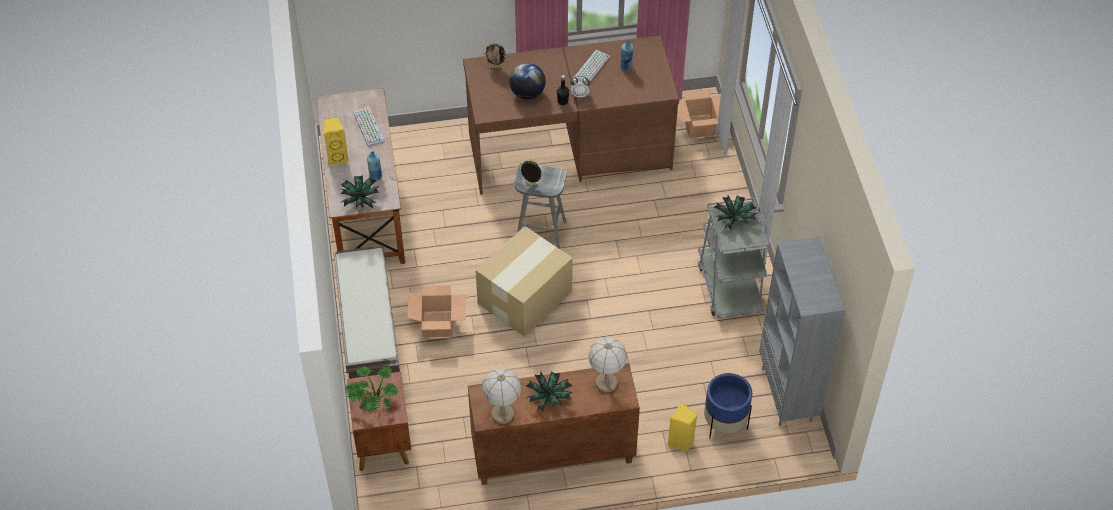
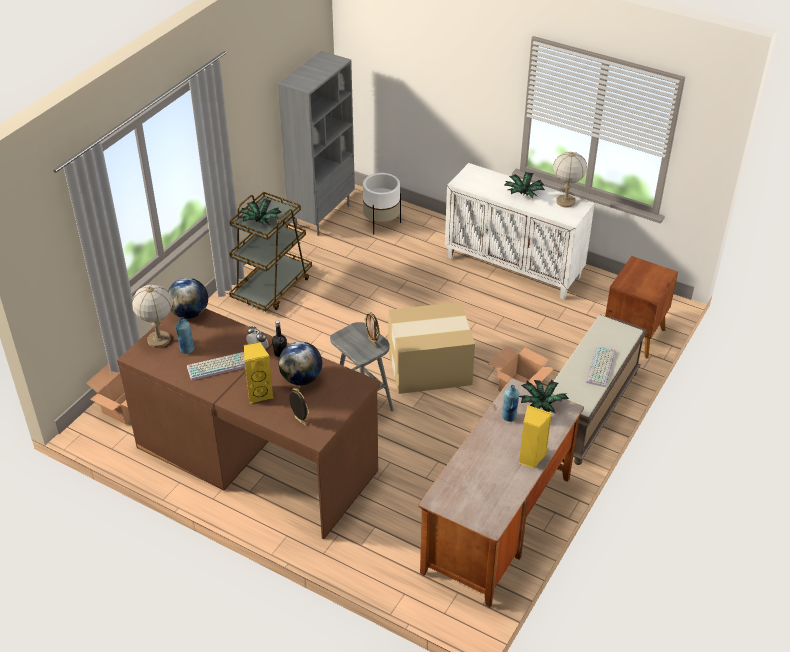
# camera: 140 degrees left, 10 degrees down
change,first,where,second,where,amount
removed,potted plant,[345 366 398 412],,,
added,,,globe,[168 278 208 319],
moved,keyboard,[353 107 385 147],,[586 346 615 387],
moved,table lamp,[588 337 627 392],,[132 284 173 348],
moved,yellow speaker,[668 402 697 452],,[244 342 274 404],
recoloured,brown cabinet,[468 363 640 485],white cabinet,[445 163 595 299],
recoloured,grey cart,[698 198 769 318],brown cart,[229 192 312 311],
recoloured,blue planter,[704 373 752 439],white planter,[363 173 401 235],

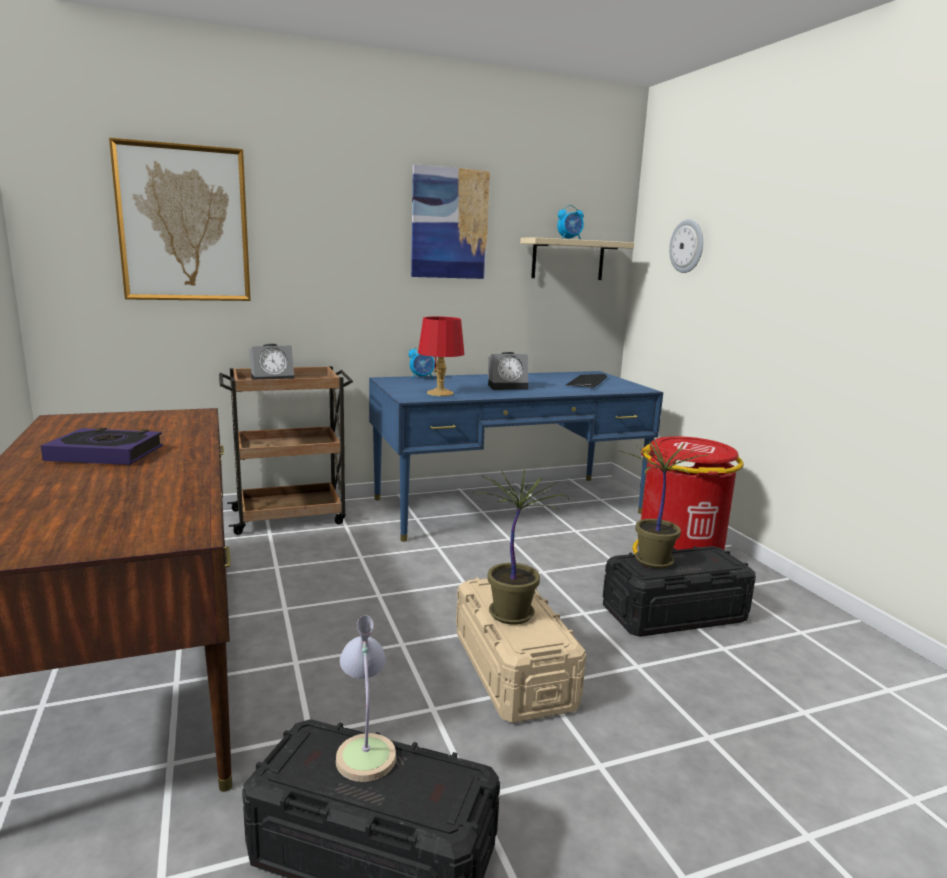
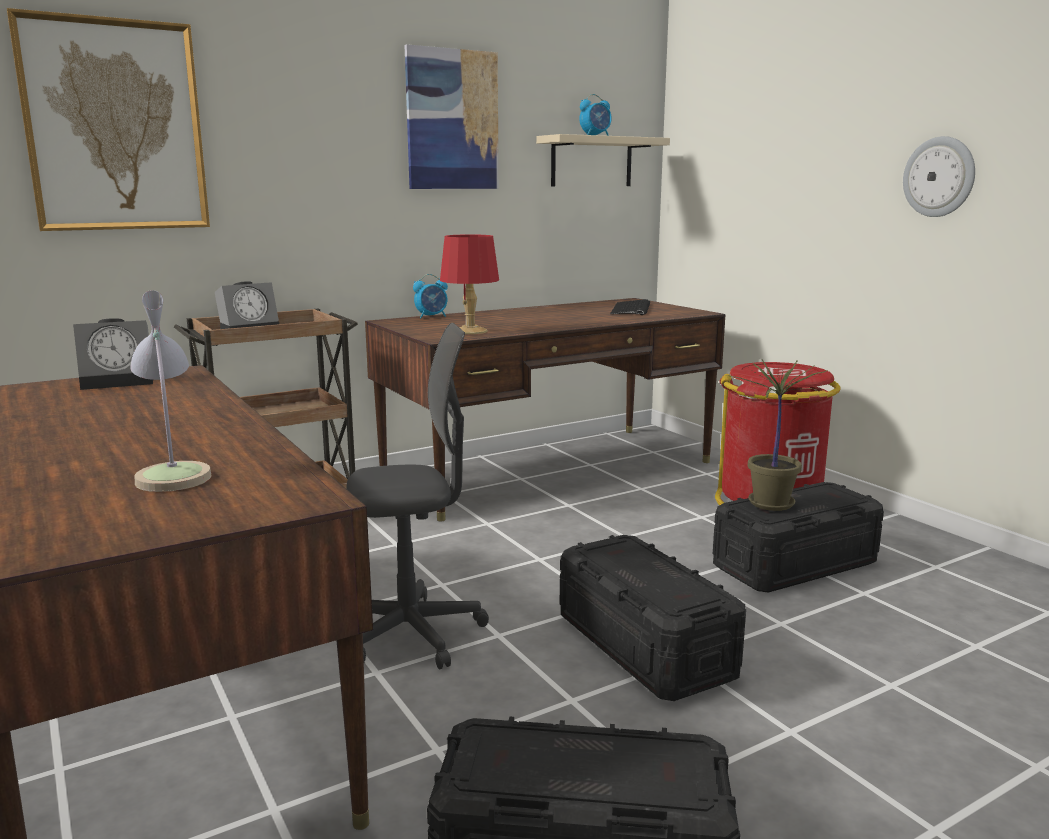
# camera: 10 degrees left, 0 degrees up
change,first,where,second,where,amount
removed,book,[41 428 163 465],,,
removed,potted plant,[473 470 569 625],,,
added,,,grey office chair,[346 323 489 669],
moved,table lamp,[336 615 396 782],,[130 290 211 492],
moved,alarm clock,[488 352 528 390],,[73 318 153 390],
moved,wall clock,[669 219 703 273],,[903 136 975 217],
recoloured,blue desk,[369 371 663 542],brown desk,[365 298 726 522],
recoloured,beige storage box,[456 577 586 723],black storage box,[560 535 746 701],

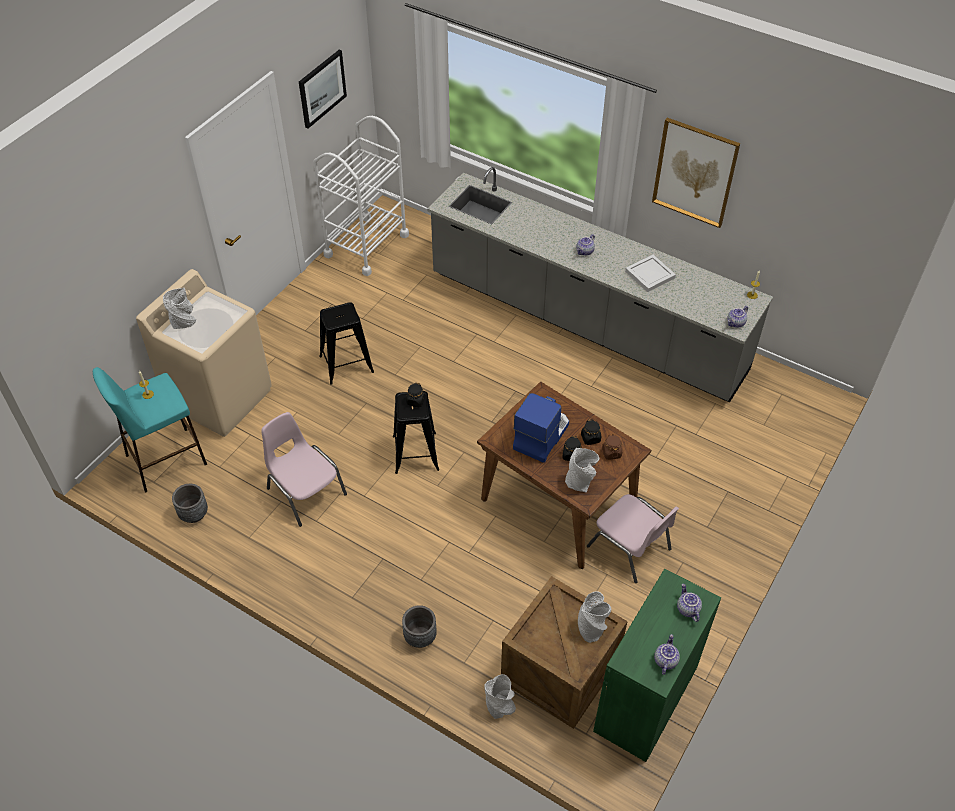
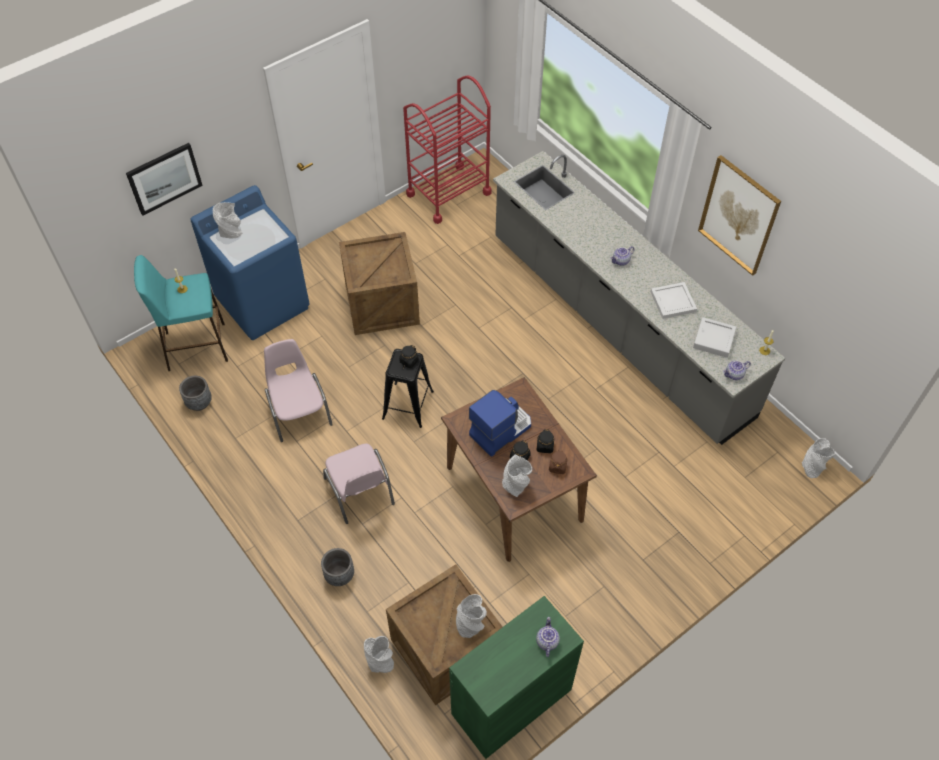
# camera: 20 degrees right, 5 degrees up
change,first,where,second,where,amount
removed,teapot,[654 634 680 675],,,
added,,,grey tray,[693 317 736 358],
added,,,grey vase,[802 438 835 478],
moved,picture,[299 50 347 129],,[126 143 203 215],
moved,pink chair,[587 494 679 583],,[323 444 395 524],
replaced,black stool,[319 302 374 385],crate,[339 232 420 335],
recoloured,beige washing machine,[136 269 272 437],blue washing machine,[190 185 310 340],
recoloured,white cart,[313 116 409 276],red cart,[403 75 492 224],

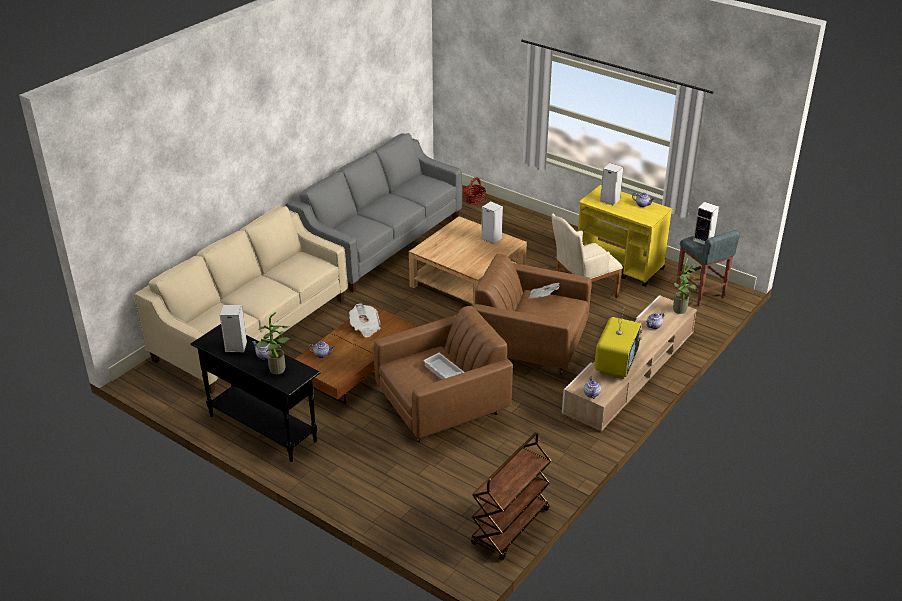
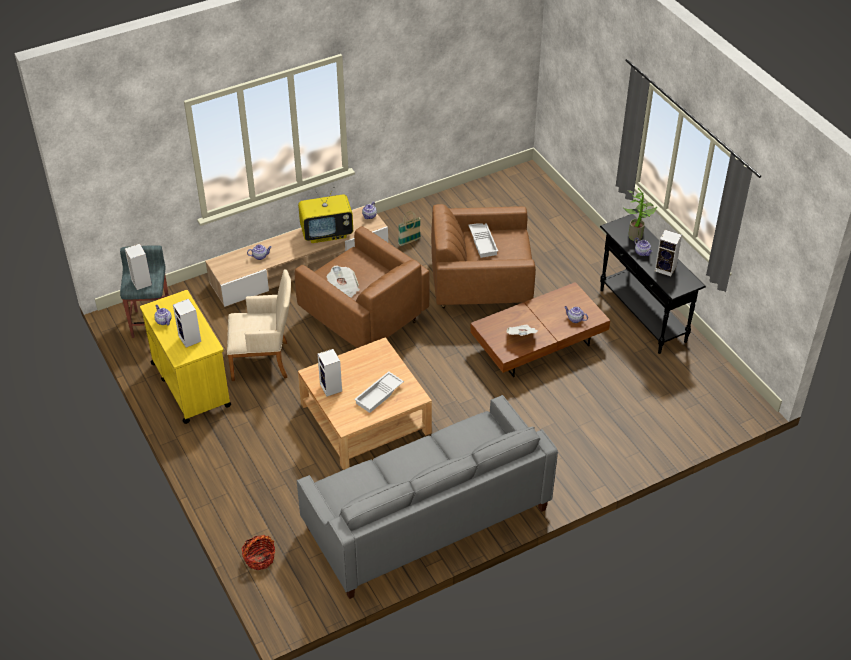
# camera: 155 degrees left, 10 degrees up
change,first,where,second,where,amount
removed,beige sofa,[134 206 348 394],,,
removed,brown cart,[471 432 551 560],,,
removed,potted plant,[673 258 697 314],,,
added,,,white tray,[354 371 404 413],
added,,,basket,[398 211 421 246],
turned,television,[594 307 642 379],,[298 187 353 243],150 degrees counterclockwise

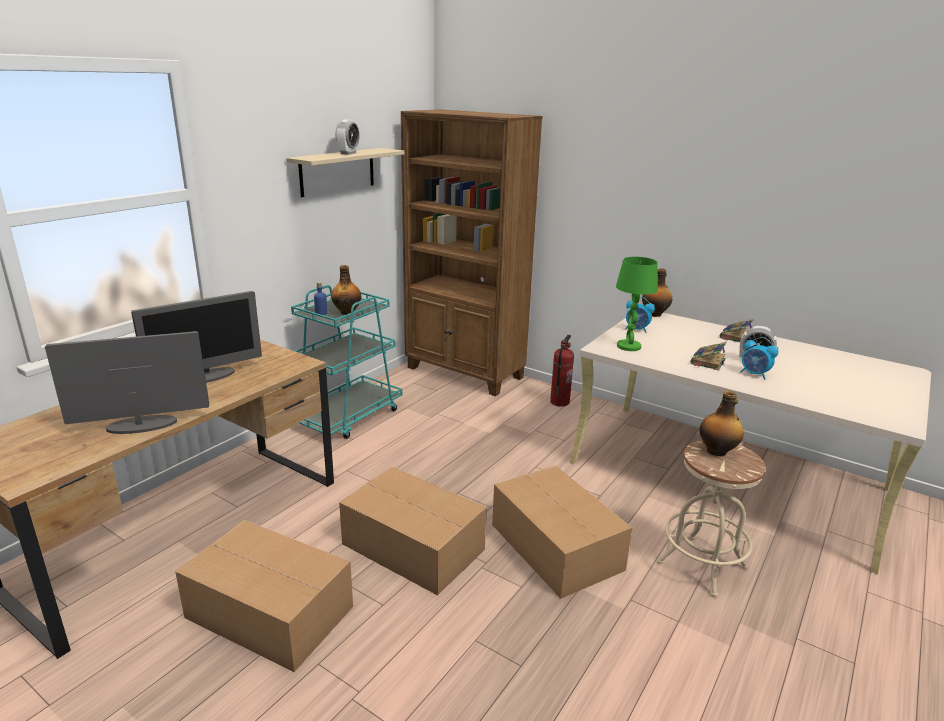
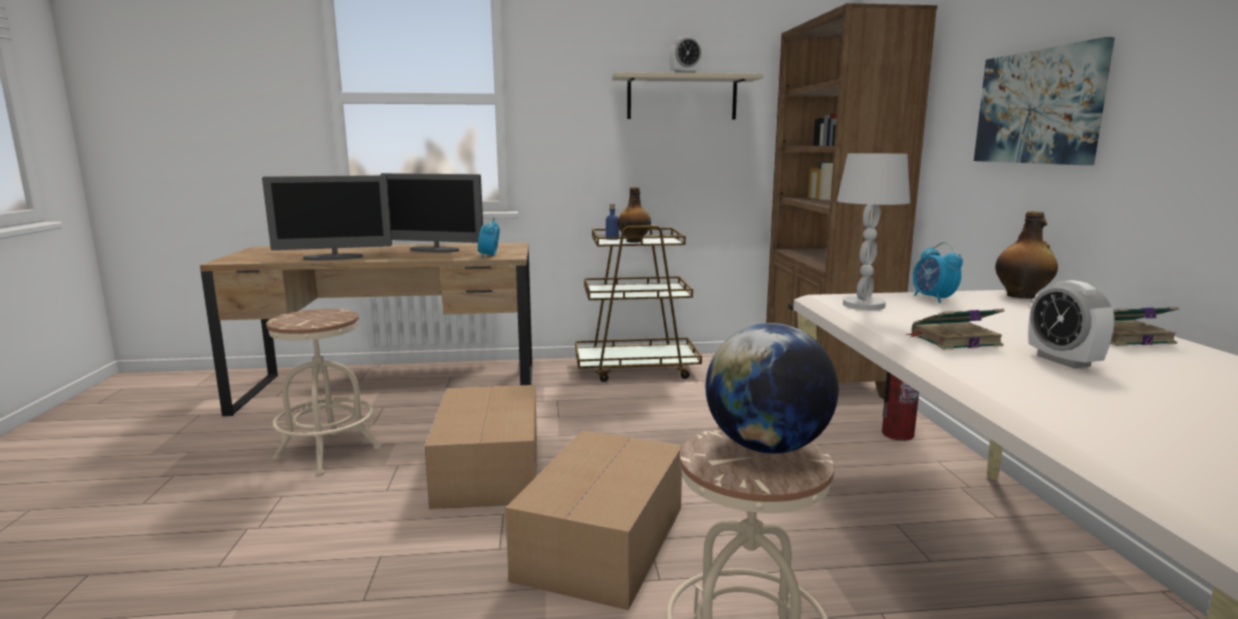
# camera: 50 degrees right, 10 degrees down
change,first,where,second,where,amount
added,,,picture,[974 37 1115 165],
moved,alarm clock,[740 337 778 379],,[478 217 499 258],
replaced,cardboard box,[175 520 353 672],beige stool,[266 309 381 476],
replaced,bottle,[699 391 744 456],globe,[706 323 838 454],
recoloured,turquoise cart,[291 285 402 439],brown cart,[575 225 702 382],
recoloured,green table lamp,[616 257 658 351],white table lamp,[837 153 910 310],
turned,monitor,[45 331 209 434],,[262 175 392 260],135 degrees clockwise

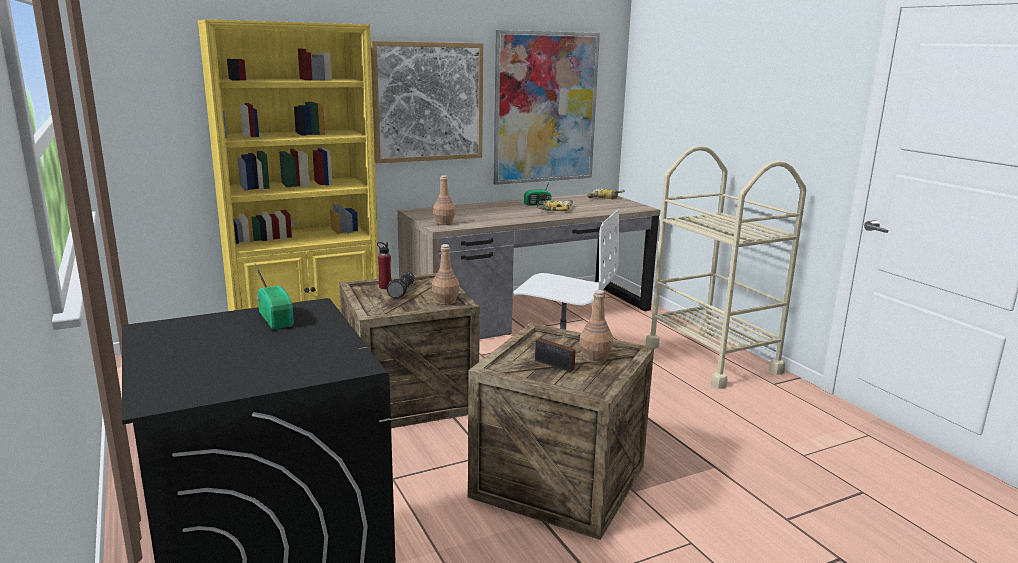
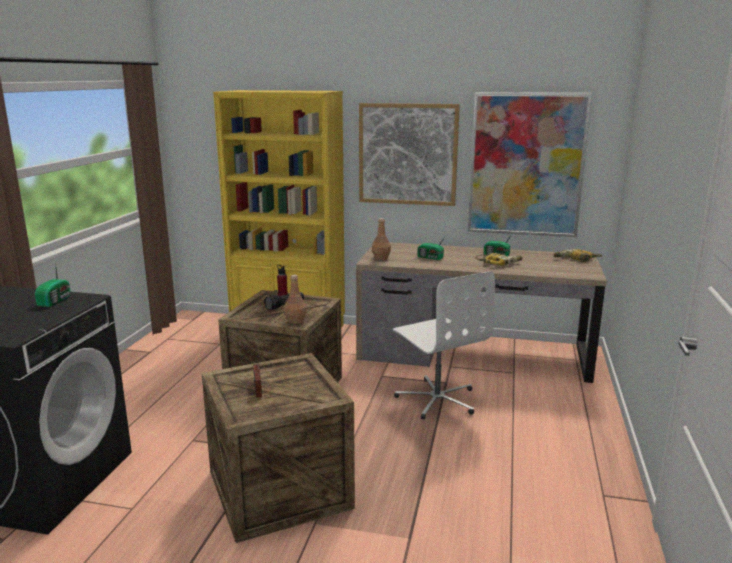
# camera: 40 degrees right, 0 degrees up
change,first,where,second,where,amount
removed,brown bottle,[579 290 613 363],,,
removed,beige cart,[645 146 807 389],,,
added,,,radio,[417 235 446 260],

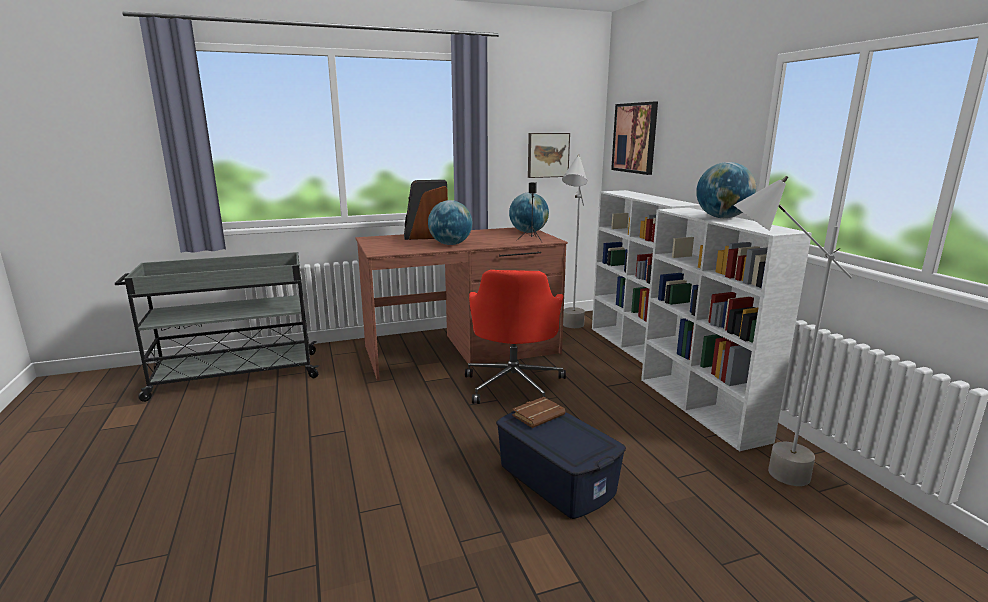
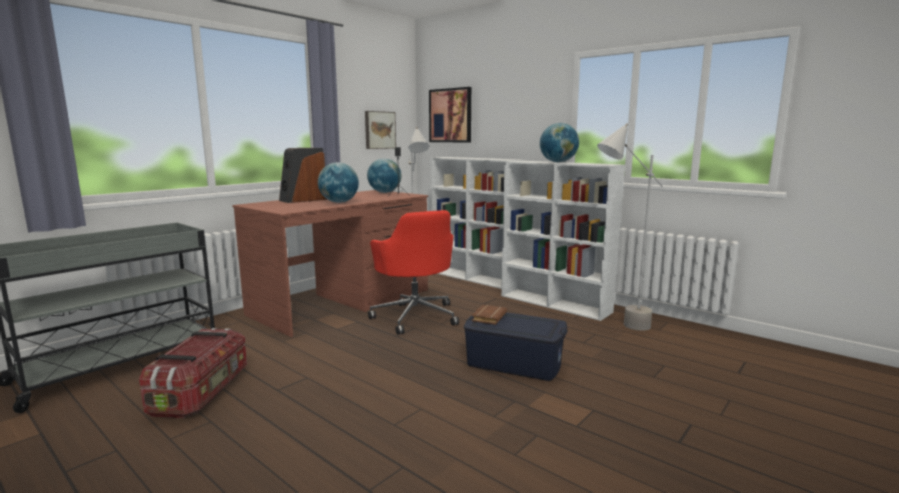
# camera: 30 degrees left, 5 degrees down
change,first,where,second,where,amount
added,,,storage box,[139 328 247 418],

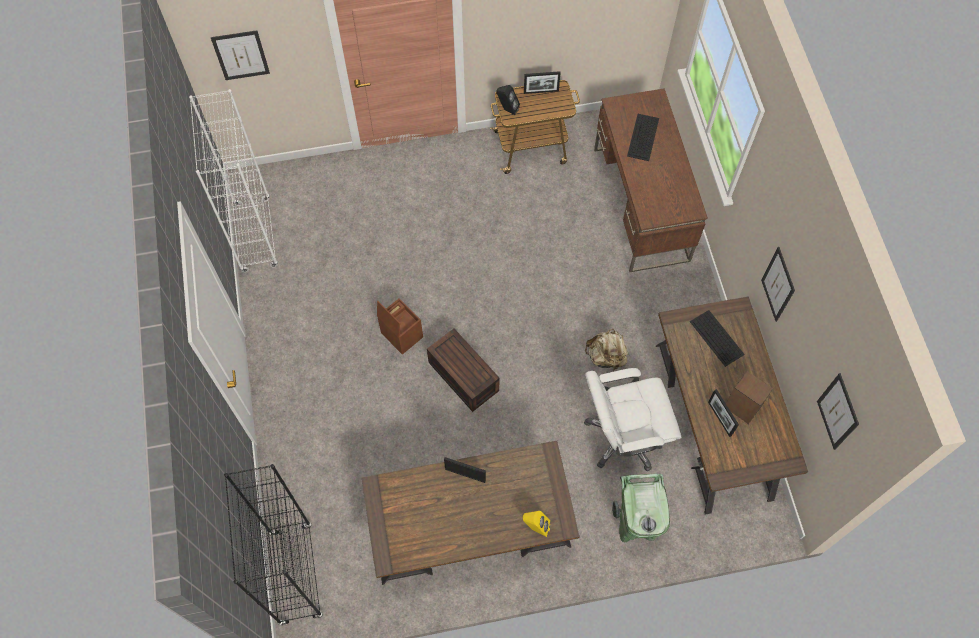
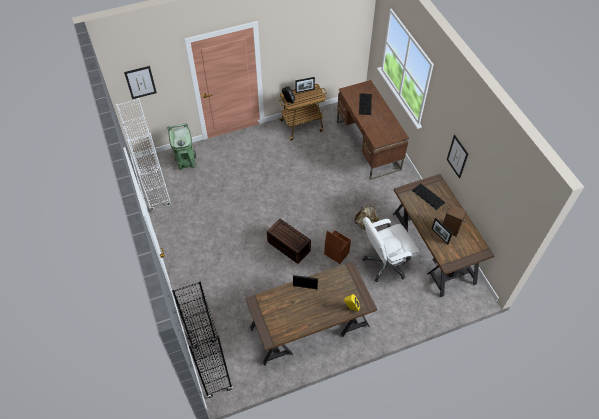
# camera: 10 degrees left, 10 degrees down
change,first,where,second,where,amount
removed,picture,[817 373 859 450],,,
moved,brown storage box,[377 299 423 355],,[324 230 351 264],
moved,green trash can,[612 474 670 542],,[167 124 196 170],

